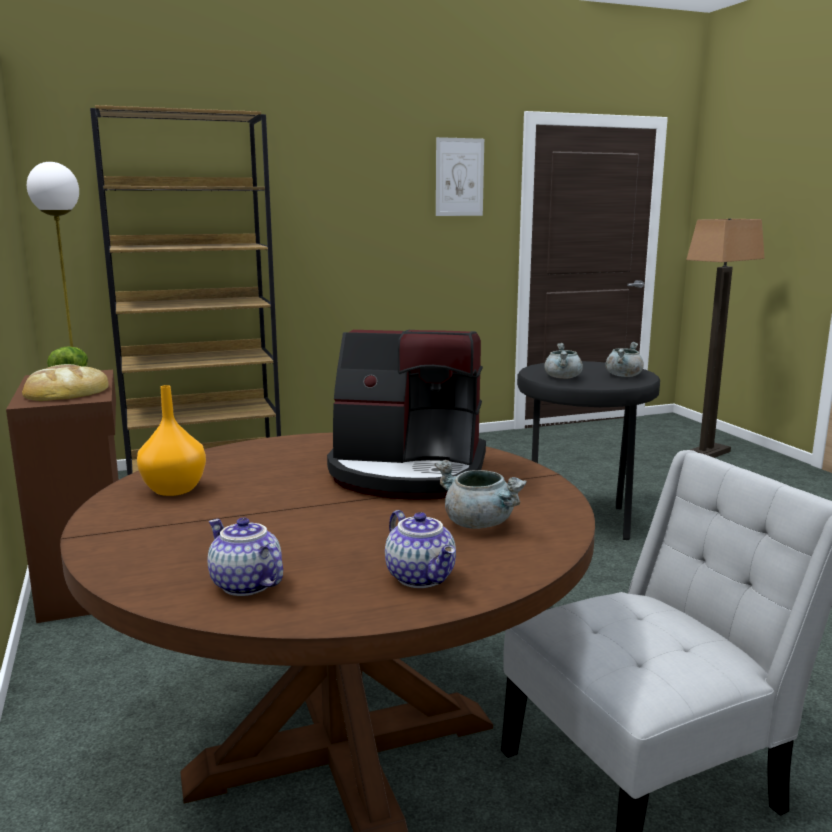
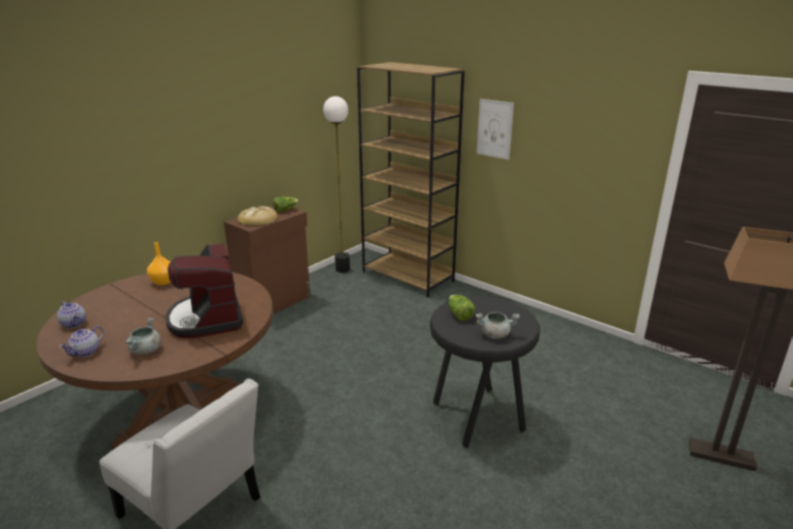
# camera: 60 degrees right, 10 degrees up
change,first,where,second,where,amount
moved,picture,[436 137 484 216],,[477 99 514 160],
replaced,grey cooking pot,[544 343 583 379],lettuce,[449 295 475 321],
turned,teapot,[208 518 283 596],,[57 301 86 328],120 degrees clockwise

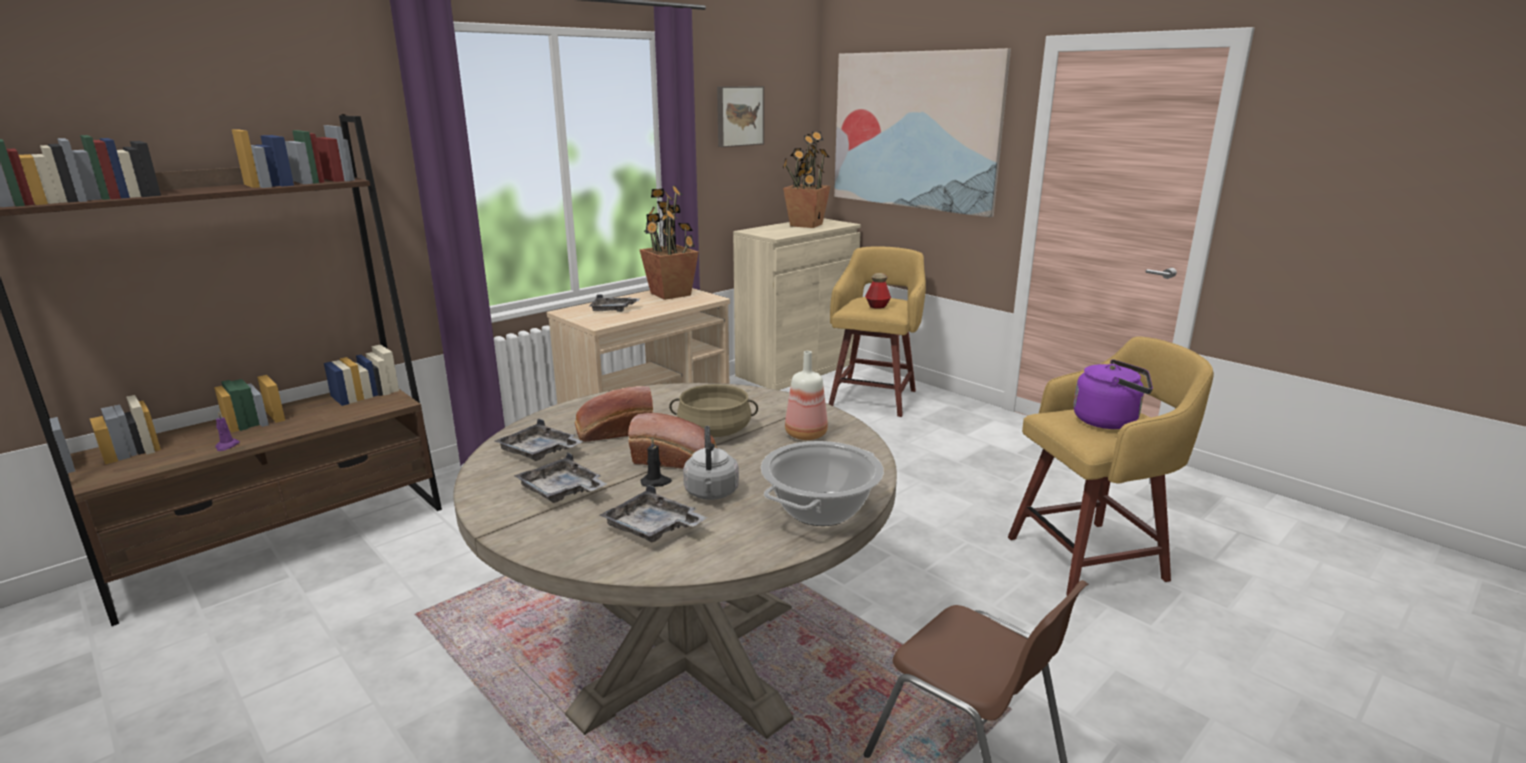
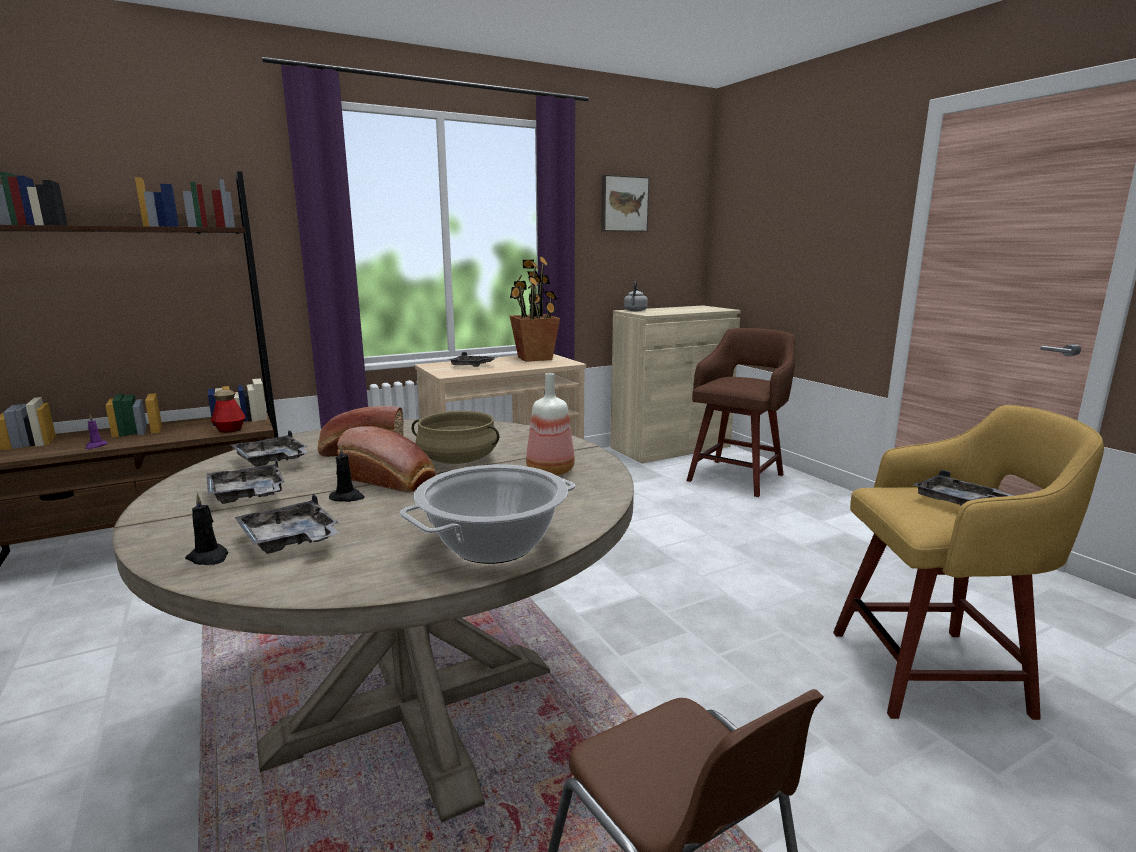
# camera: 15 degrees right, 5 degrees down
change,first,where,second,where,amount
removed,potted plant,[783 132 831 228],,,
removed,picture,[834 48 1011 217],,,
added,,,black candle,[185 493 228 565],
moved,grey kettle,[683 426 739 500],,[624 281 648 311],
moved,bottle,[865 273 891 309],,[211 389 246 433],
replaced,purple kettle,[1073 359 1153 429],grey tray,[912 470 1013 506],
recoloured,yellow stool,[829 246 926 417],brown stool,[687 328 795 497],

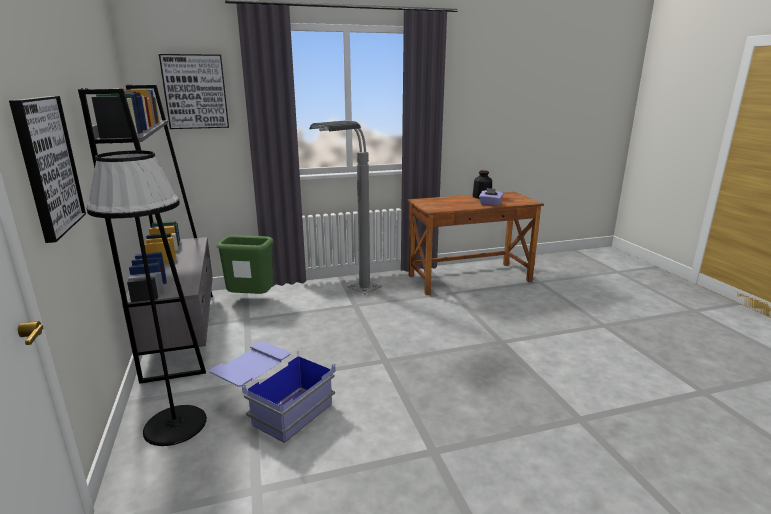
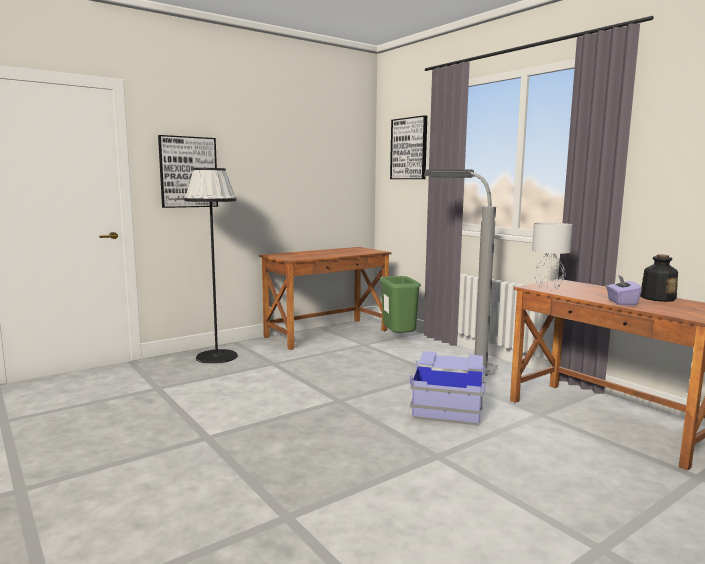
# camera: 70 degrees right, 10 degrees down
change,first,where,second,where,amount
added,,,grey table lamp,[532 223 573 290],
moved,blue storage box,[209 341 336 443],,[409 351 485 425],
replaced,grey bookcase,[78 85 213 384],brown desk,[259 247 391 350],

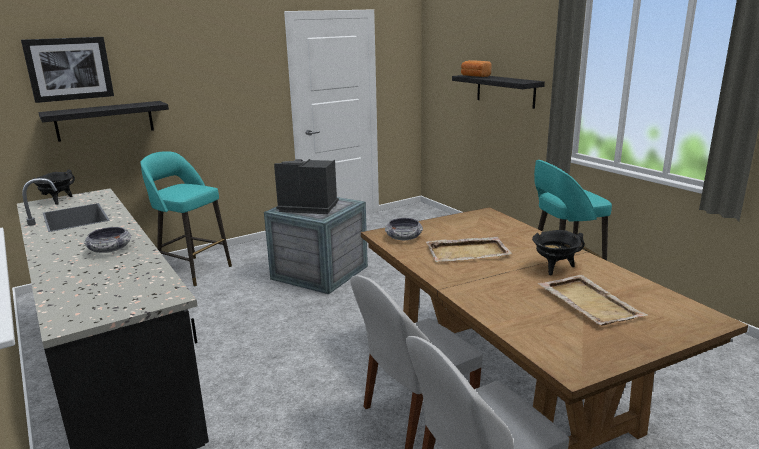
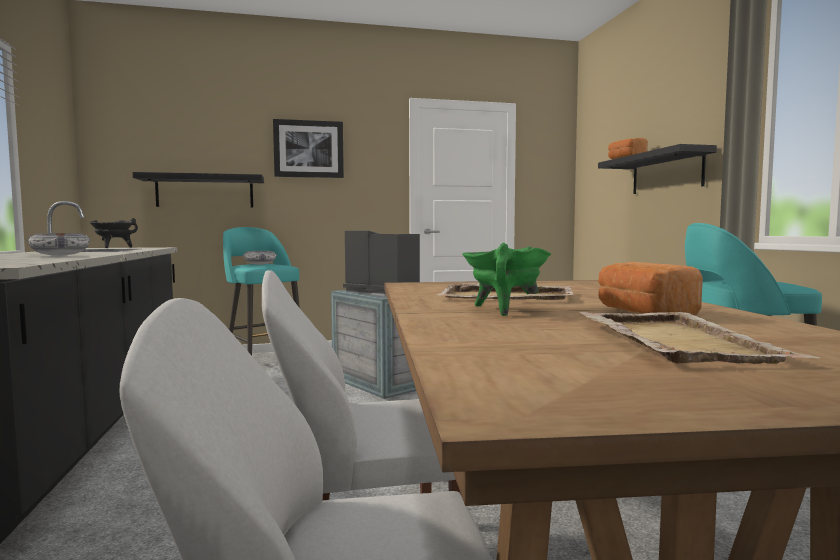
# camera: 20 degrees right, 15 degrees down
change,first,where,second,where,amount
added,,,green cooking pot,[462 243 551 316],
moved,picture,[21 37 114 103],,[273 119 344 178],
moved,bowl,[385 218 423 240],,[243 251 277 265],
replaced,black cooking pot,[532 230 585 275],bread,[598 262 703 315],

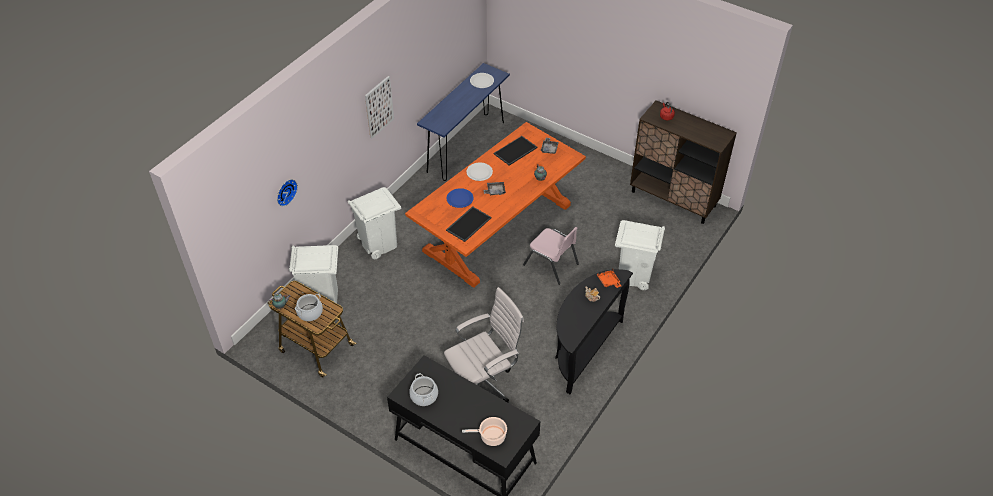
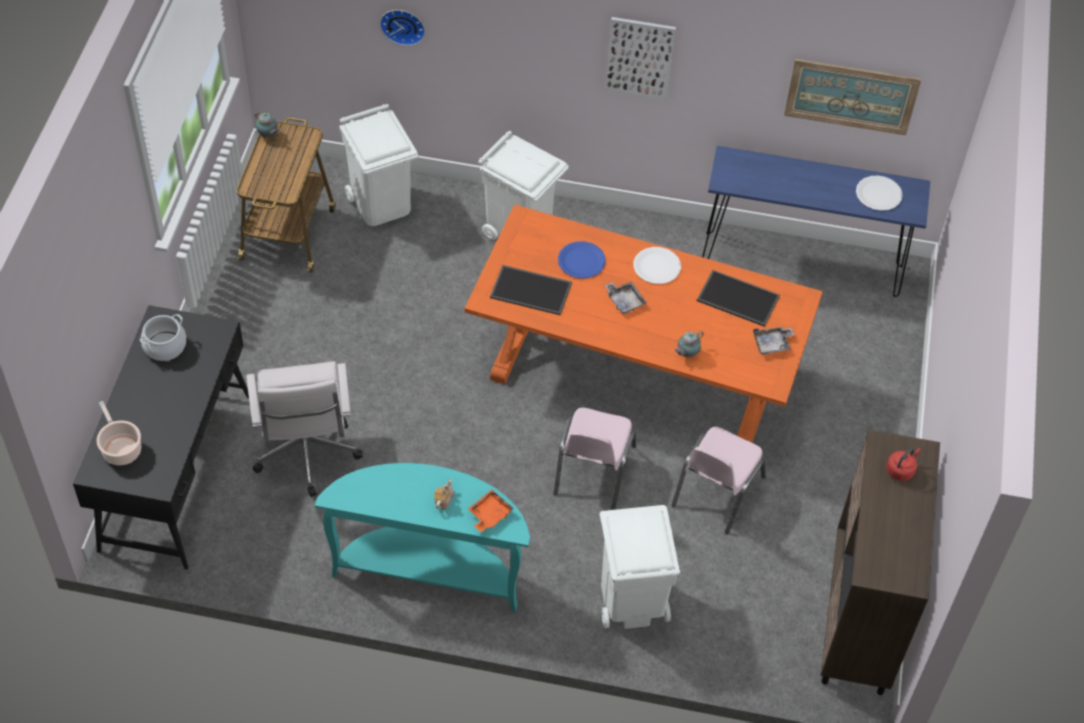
# camera: 65 degrees right, 5 degrees up
change,first,where,second,where,amount
removed,cooking pot,[295 294 323 321],,,
added,,,pink chair,[671 427 766 534],
added,,,picture,[784 59 921 135],
recoloured,black console table,[555 269 633 394],turquoise console table,[315 463 530 612],
turned,white office chair,[444 287 524 402],,[246 361 363 497],45 degrees clockwise

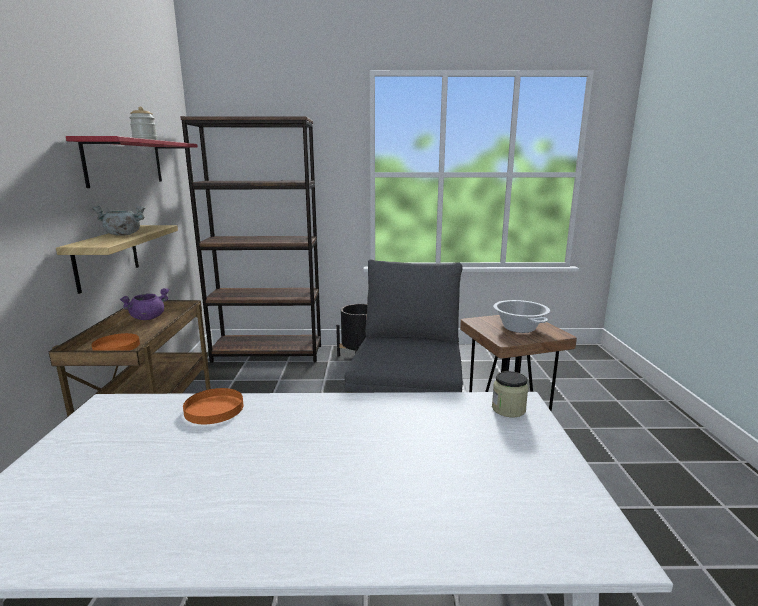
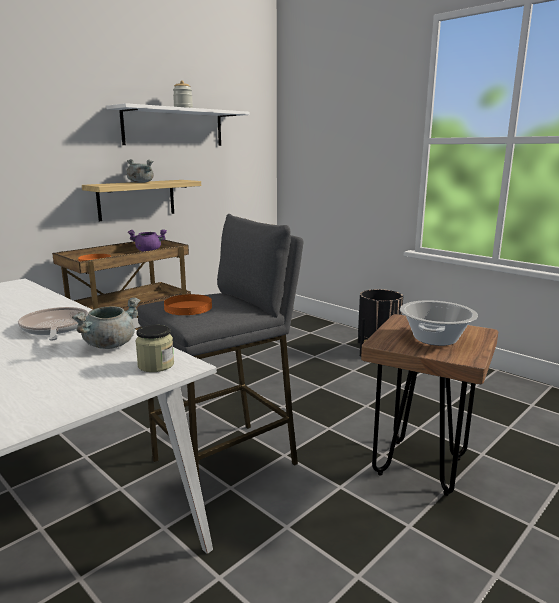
# camera: 45 degrees right, 0 degrees up
change,first,where,second,where,amount
removed,brown bookcase,[180 116 321 363],,,
added,,,frying pan,[18 307 89 341],
added,,,grey cooking pot,[72 298 140 349],
moved,orange plate,[183 388 244 424],,[164 294 212 315],
recoloured,red shelf,[66 136 198 188],white shelf,[106 103 249 146],

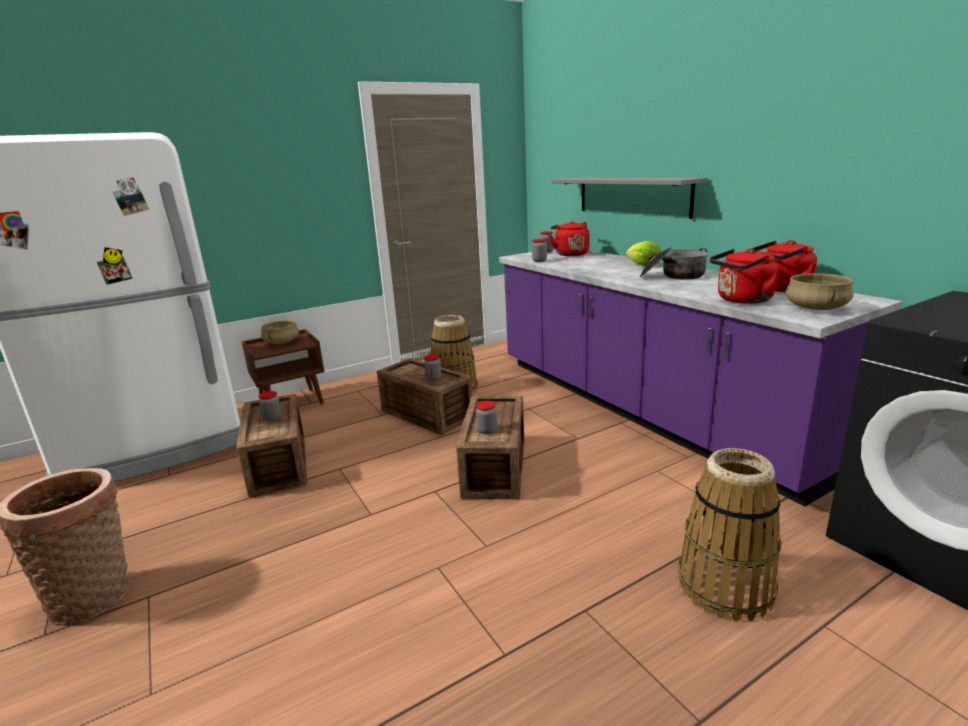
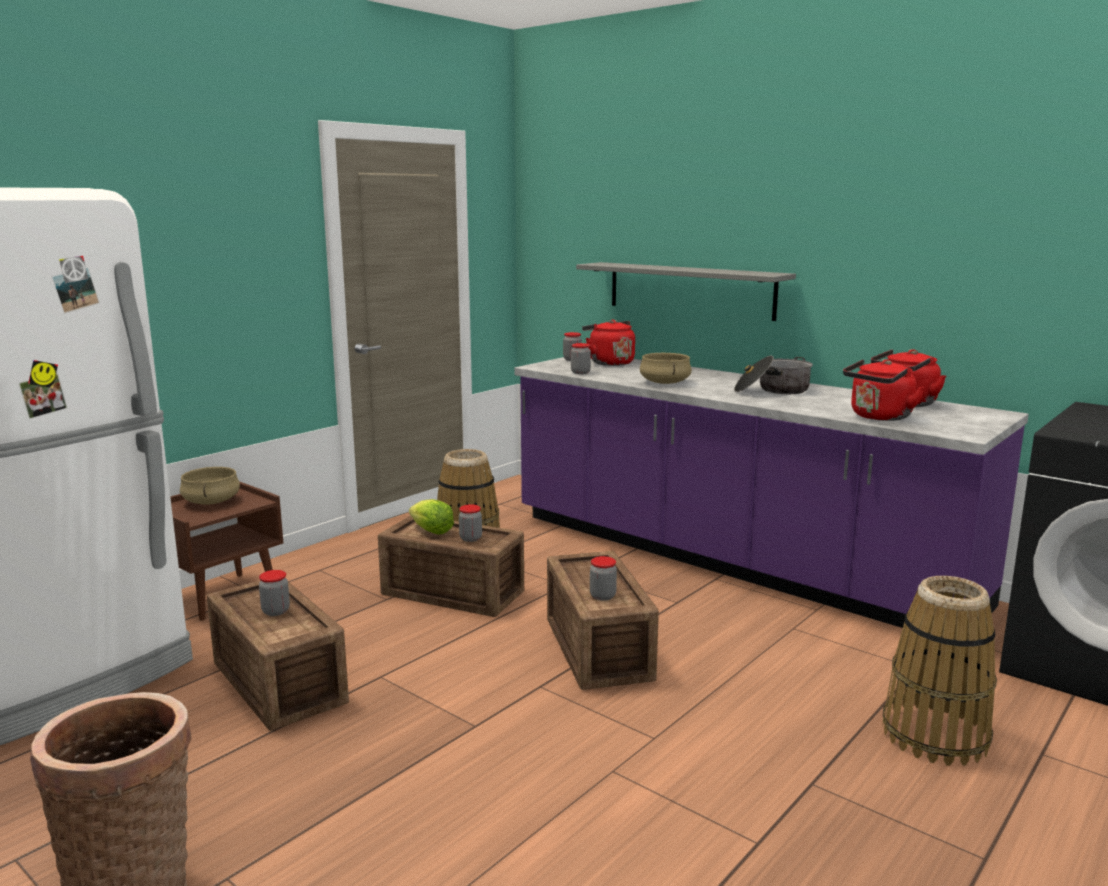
# camera: 20 degrees left, 5 degrees down
change,first,where,second,where,amount
moved,lettuce,[626 241 661 266],,[409 499 454 535],
moved,beige cooking pot,[786 273 854 310],,[640 353 692 384],

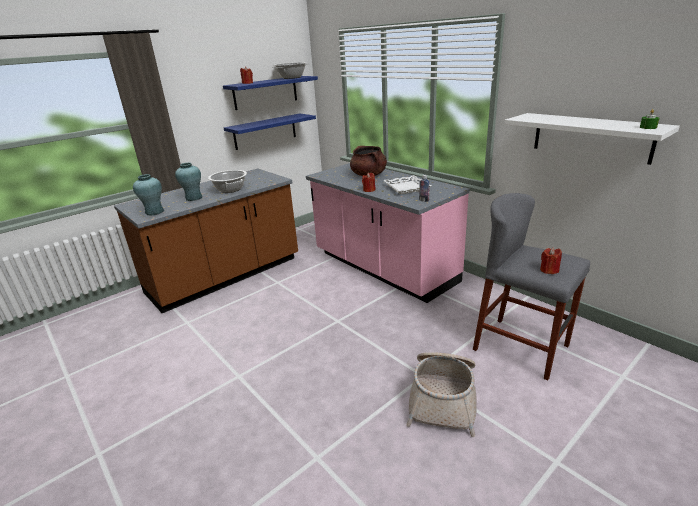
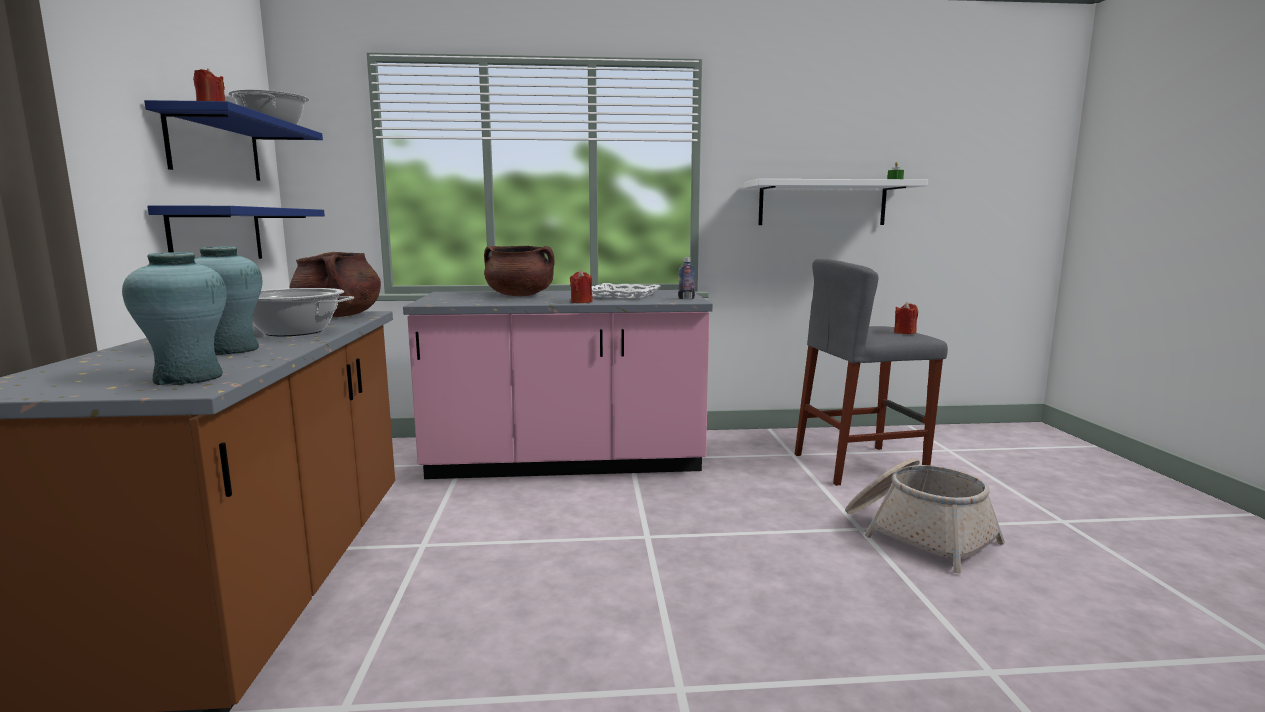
# camera: 55 degrees left, 15 degrees down
change,first,where,second,where,amount
added,,,brown cooking pot,[289 252 381 317],

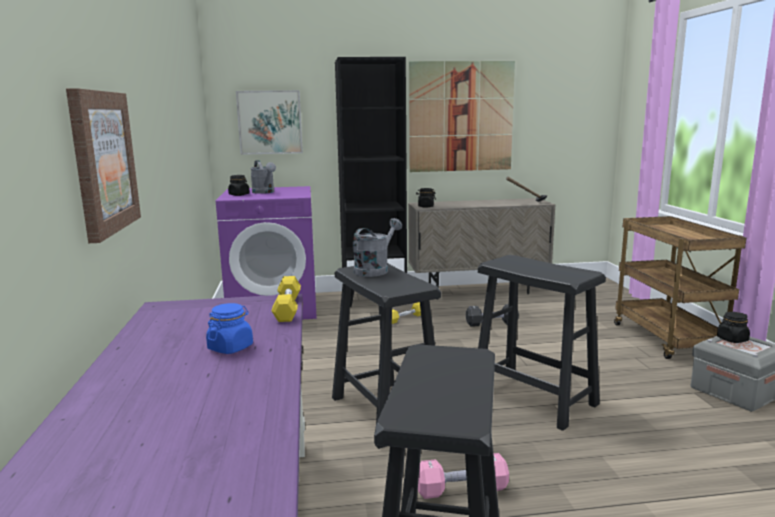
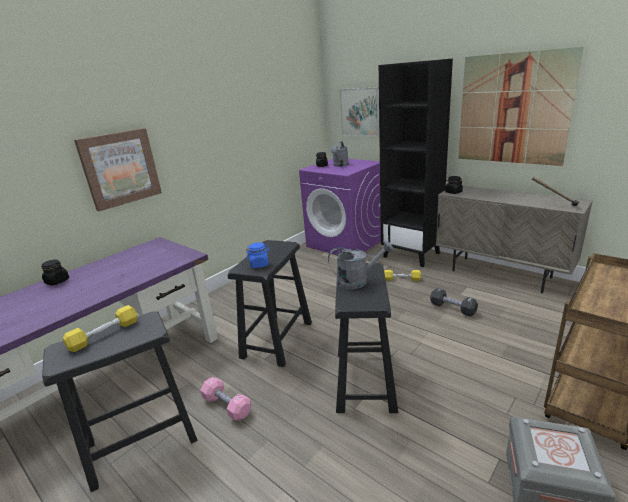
# camera: 50 degrees right, 10 degrees up
change,first,where,second,where,amount
moved,blue jar,[206 303 253 354],,[246 242 270 268],
moved,yellow dumbbell,[272 276 301 322],,[63 305 137 352],
moved,grey watering can,[353 218 402 277],,[328 241 394 289],
moved,black jar,[717 312 750 343],,[42 259 69 286],

